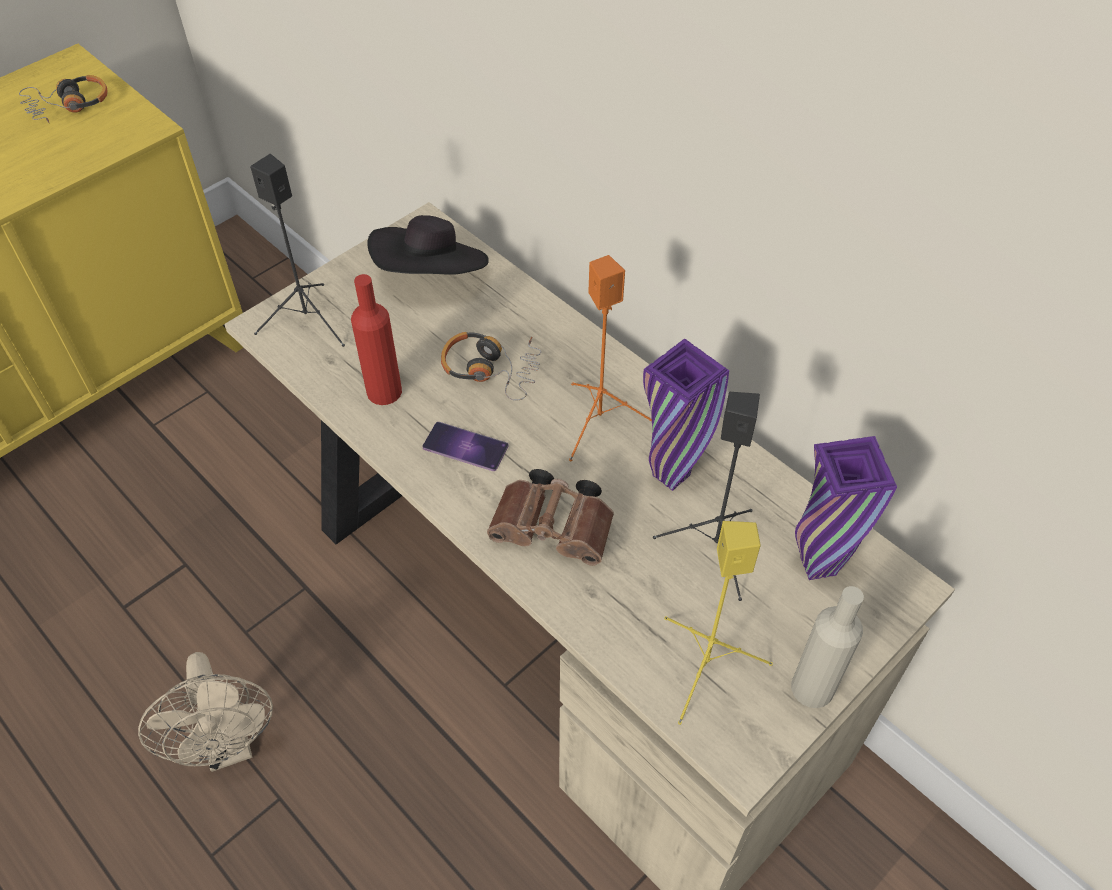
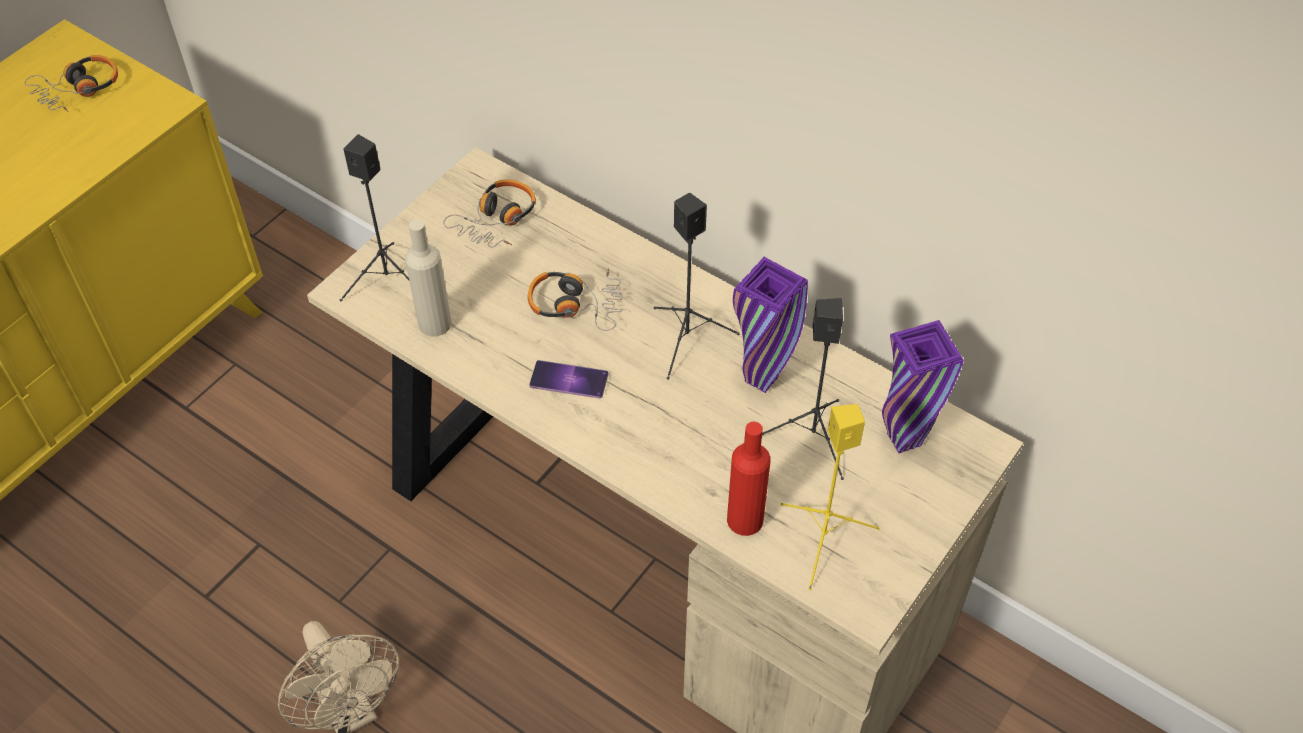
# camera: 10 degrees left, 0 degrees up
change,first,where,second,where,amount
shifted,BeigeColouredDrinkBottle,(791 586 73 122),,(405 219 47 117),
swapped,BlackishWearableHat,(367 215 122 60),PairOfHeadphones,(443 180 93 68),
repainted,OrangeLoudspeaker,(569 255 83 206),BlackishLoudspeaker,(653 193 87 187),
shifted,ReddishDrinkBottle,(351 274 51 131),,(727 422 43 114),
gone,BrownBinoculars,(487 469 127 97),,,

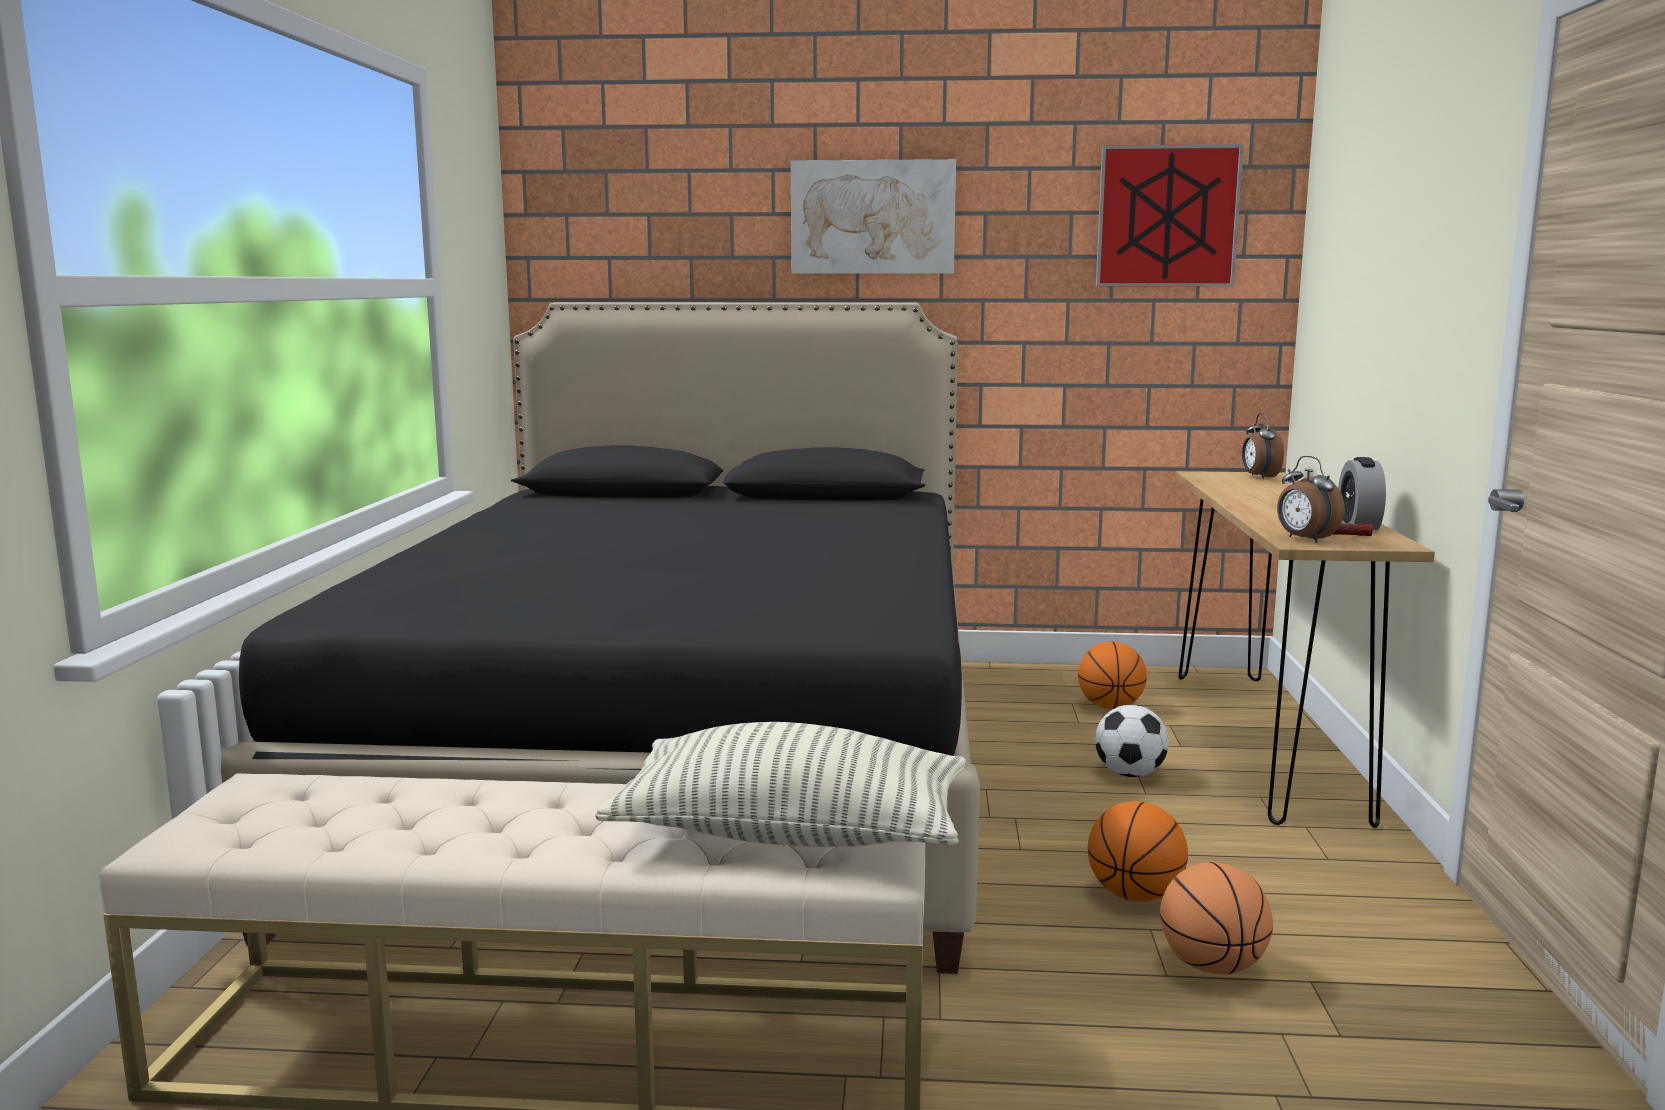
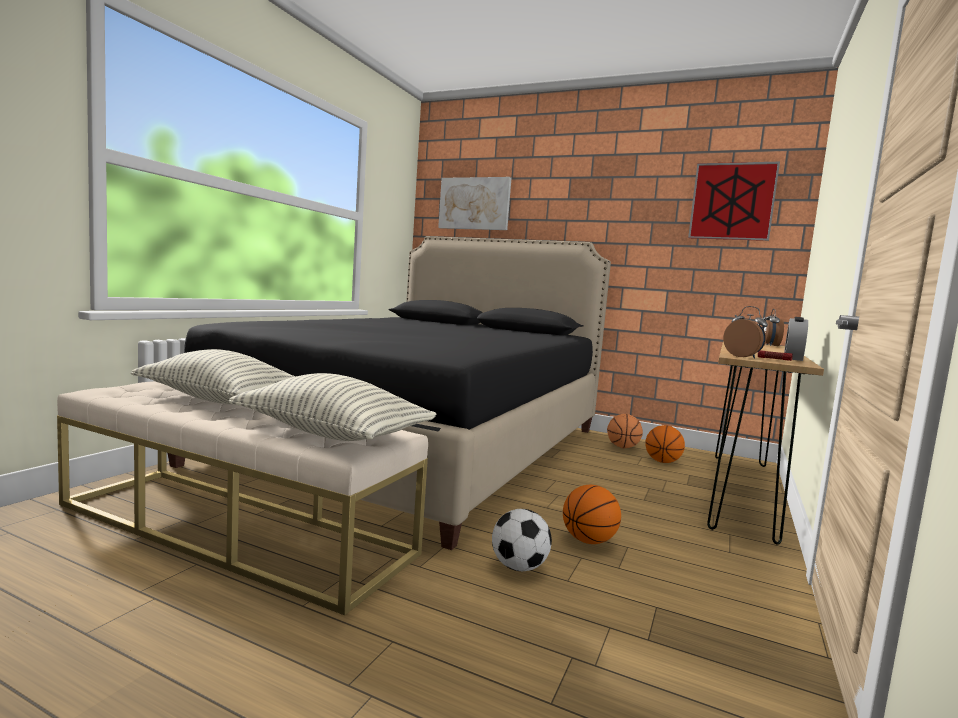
# camera: 20 degrees right, 5 degrees down
change,first,where,second,where,amount
new,,,Pillow,(131 349 165 55),
shifted,WallPicture,(791 159 165 115),,(438 177 73 53),
shifted,Football,(1095 705 74 72),,(492 509 60 62),
shifted,BasketballBall,(1160 862 113 113),,(607 414 36 34),
rotated,BedsideClock,(1277 456 67 87),,(723 306 45 53),150 degrees clockwise

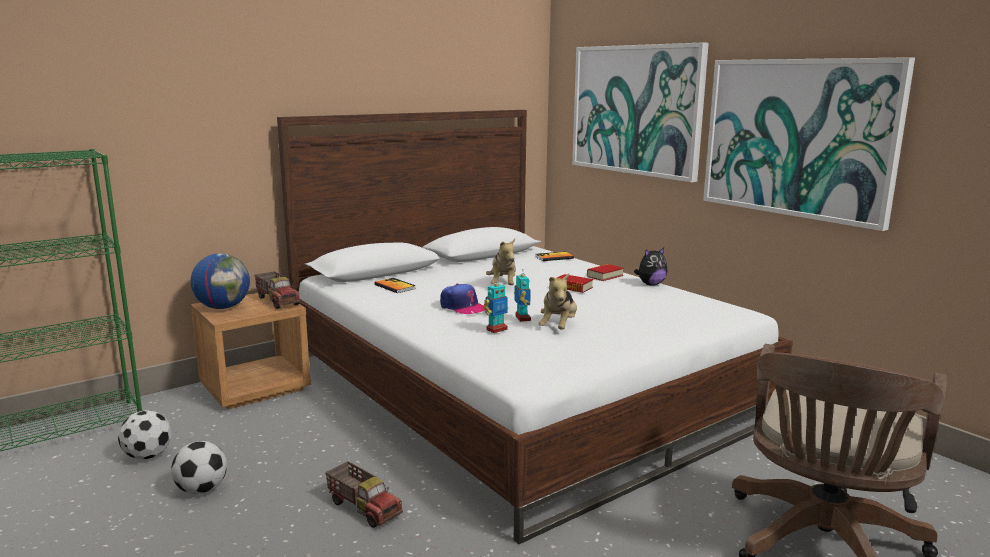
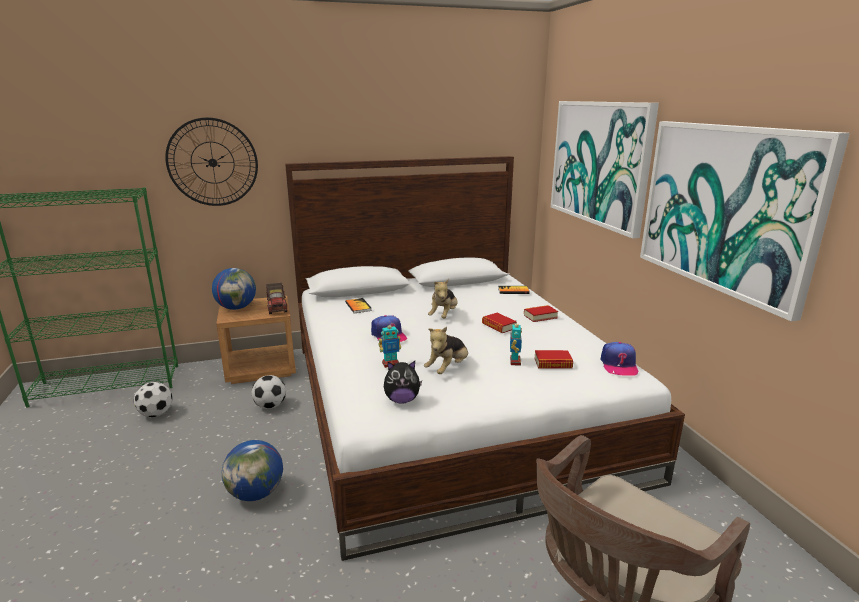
# camera: 20 degrees right, 5 degrees up
change,first,where,second,where,amount
new,,,WallClock,(165 117 93 89),
swapped,ModelTruck,(325 461 78 67),WorldGlobe,(222 440 61 61),
shifted,Football,(171 441 56 54),,(252 375 34 34),
shifted,CuddlyToy,(634 248 33 38),,(384 361 38 43),
shifted,RobotFigure,(514 270 17 52),,(510 324 12 42),
new,,,BoundBook,(534 350 39 19),
new,,,BaseballCap,(600 342 39 34),

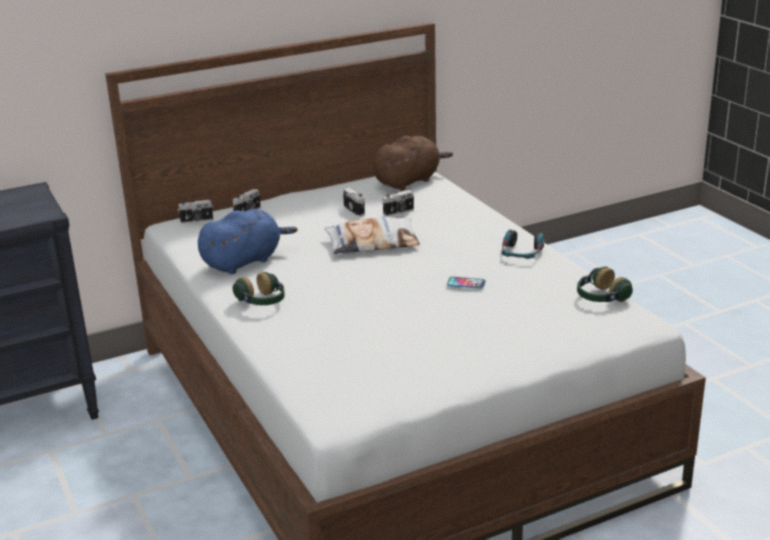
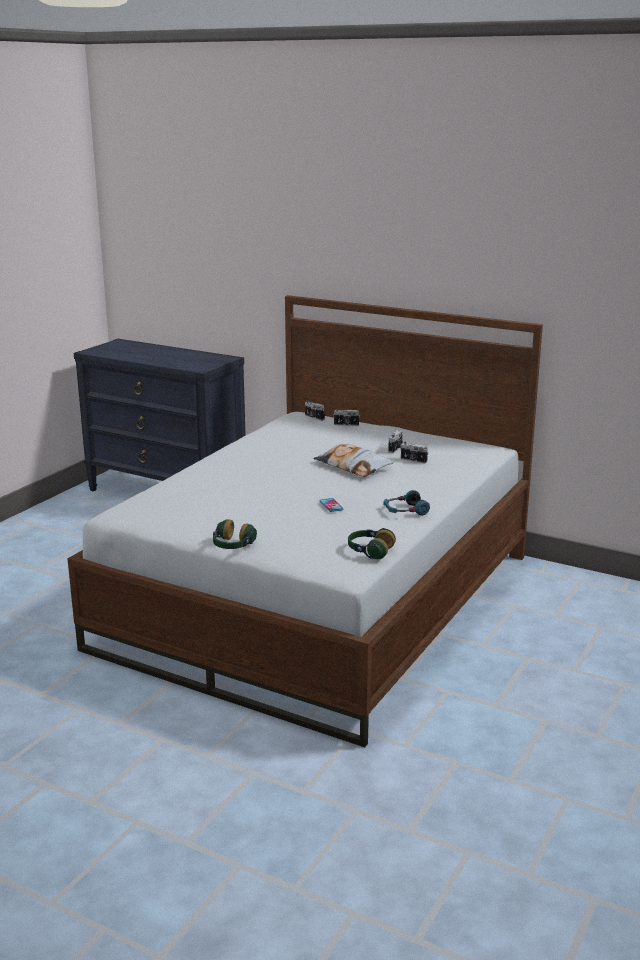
# camera: 55 degrees right, 5 degrees down
change,first,where,second,where,amount
shifted,PairOfHeadphones,(233 272 52 33),,(213 519 44 30),
gone,BluishCuddlyToy,(198 209 99 65),,,
gone,BrownCuddlyToy,(373 136 80 54),,,

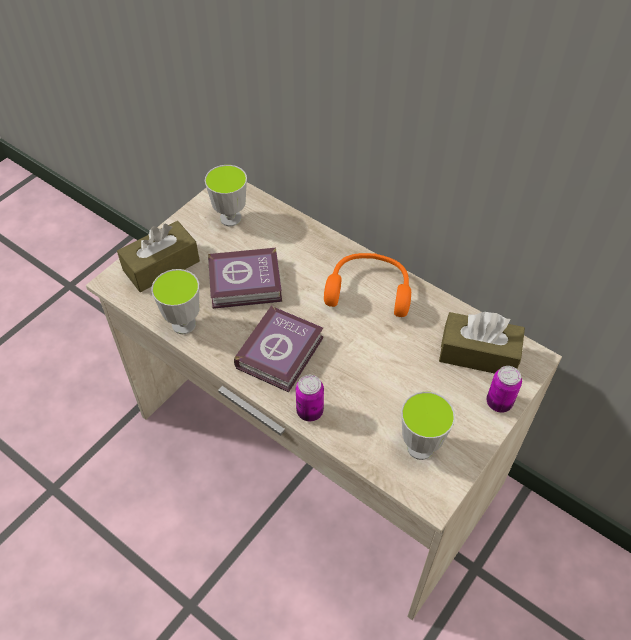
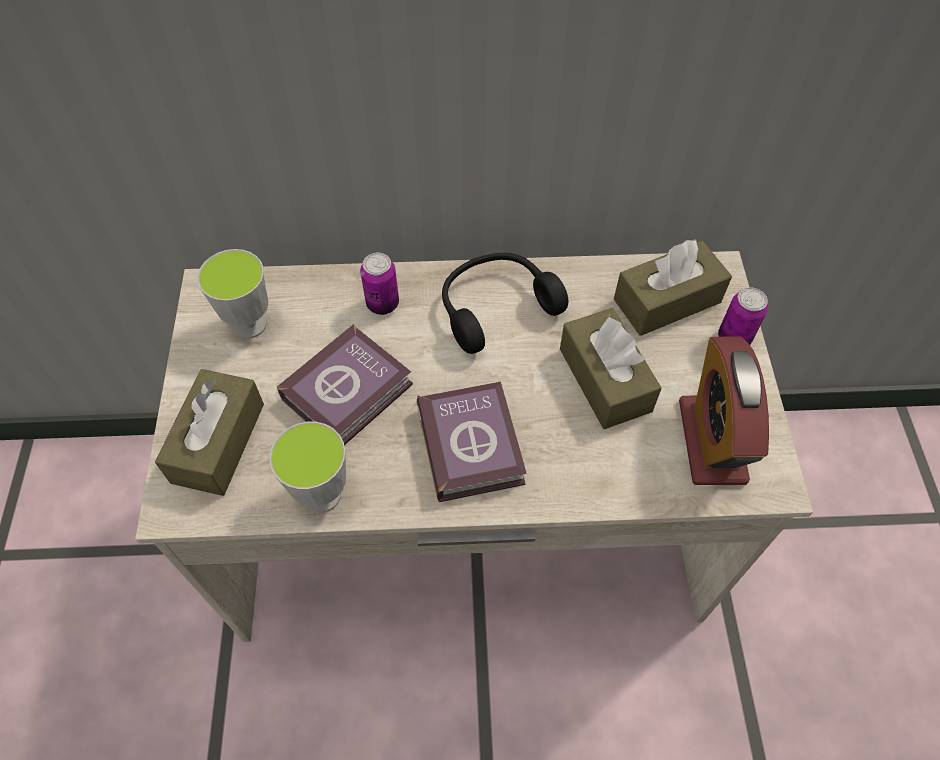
# camera: 40 degrees left, 5 degrees up
change,first,where,second,where,amount
shifted,SealedCan,(296 375 28 46),,(360 253 39 62),
repainted,OrangePairOfHeadphones,(324 253 87 64),BlackishPairOfHeadphones,(442 253 126 101),
new,,,BrownTissueHolder,(560 308 102 121),
swapped,Cup,(401 391 54 69),BedsideClock,(679 337 90 148),

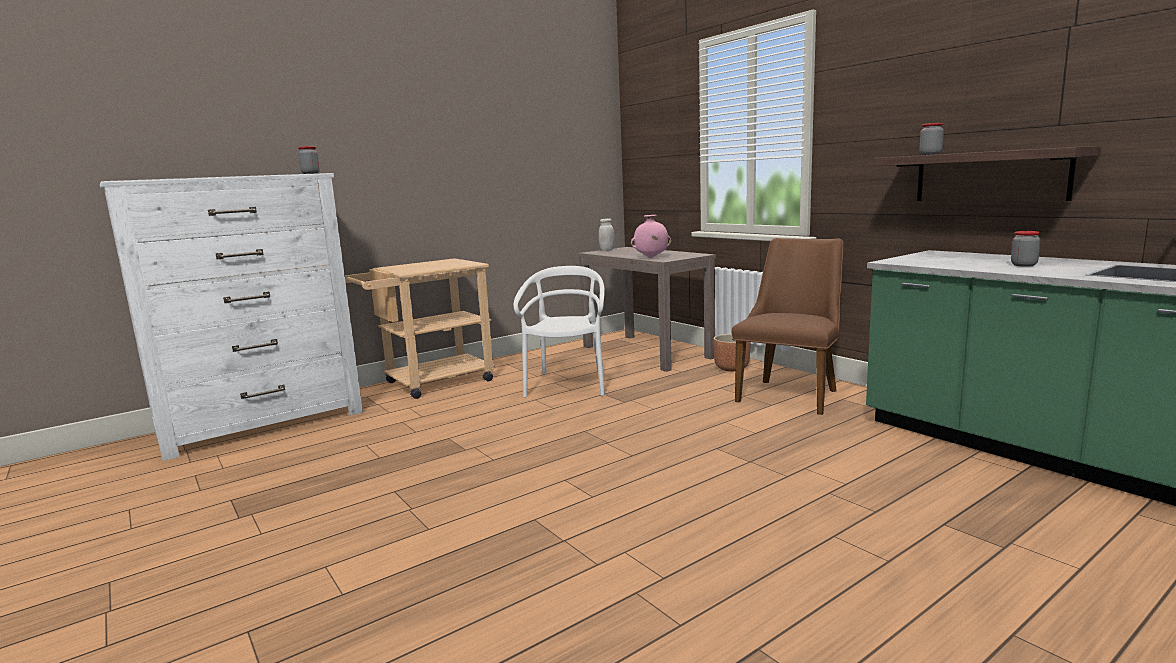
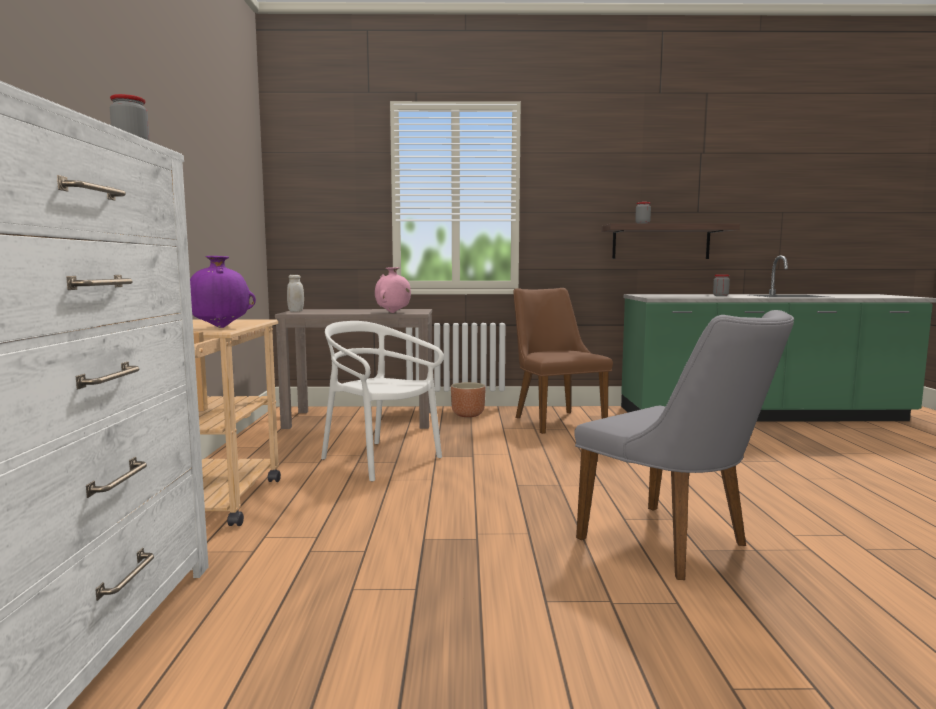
# camera: 55 degrees left, 5 degrees down
change,first,where,second,where,amount
new,,,PurpleColouredFlowerVase,(190 256 66 72),
new,,,GreyishPlainChair,(574 310 220 270),

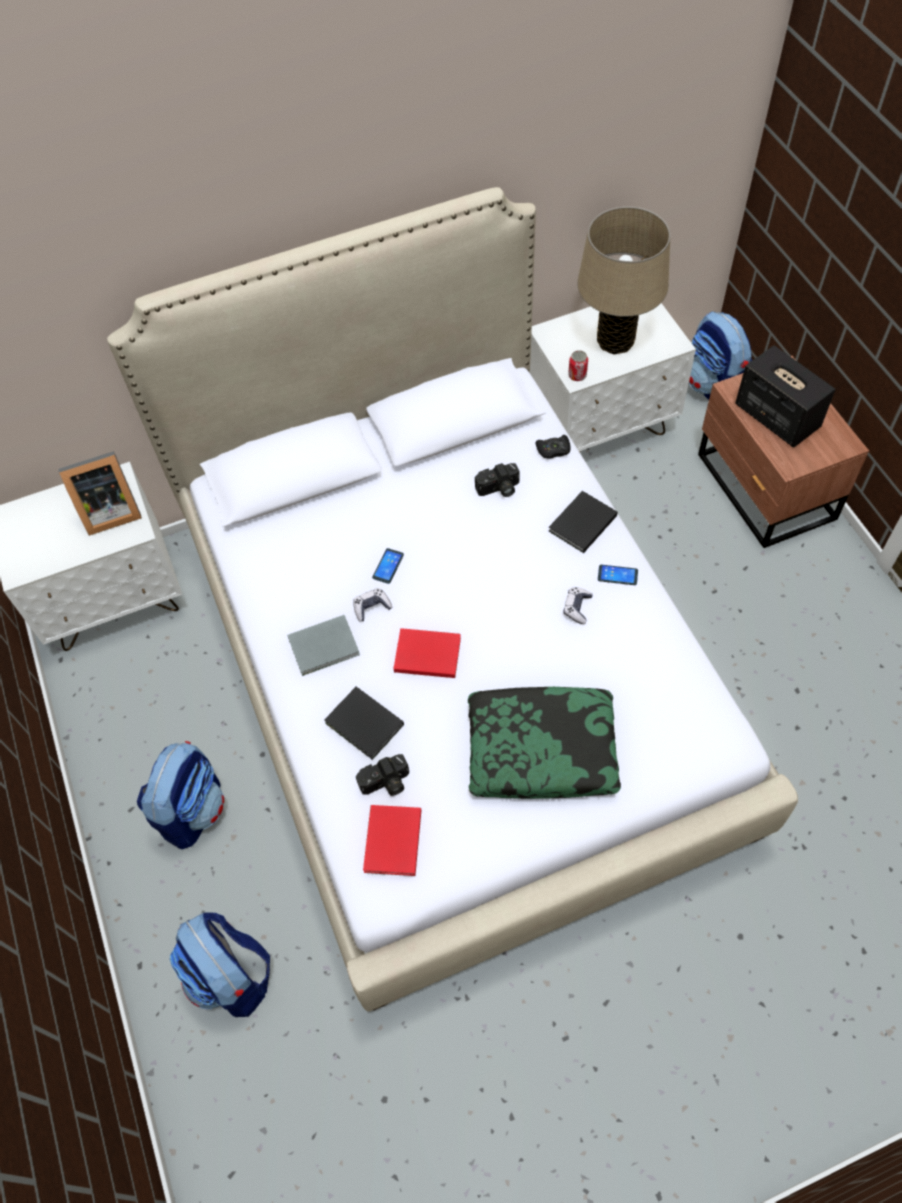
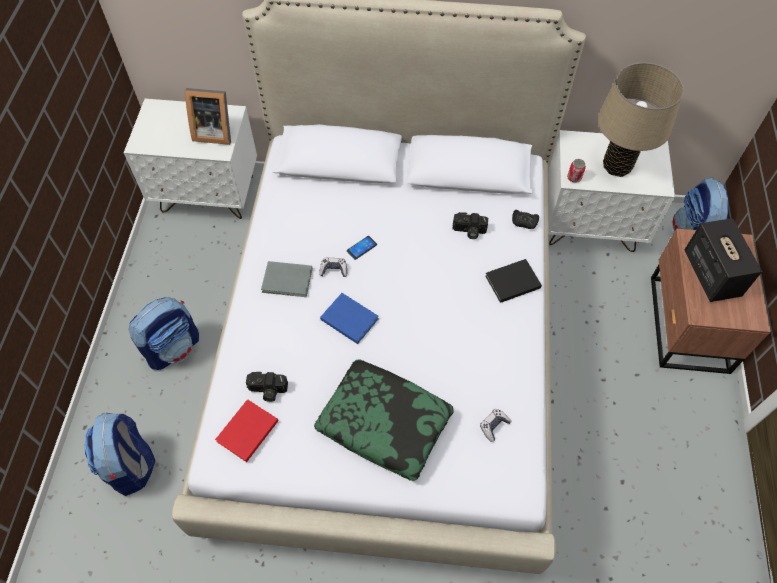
# camera: 25 degrees right, 0 degrees up
change,first,where,second,where,amount
repainted,ReddishBoundBook,(393 628 68 50),BluishBoundBook,(320 293 59 51),
shifted,Gamepad,(563 587 30 37),,(480 409 31 33),
gone,BlackishBoundBook,(324 686 80 74),,,
gone,Telephone,(598 565 40 20),,,

